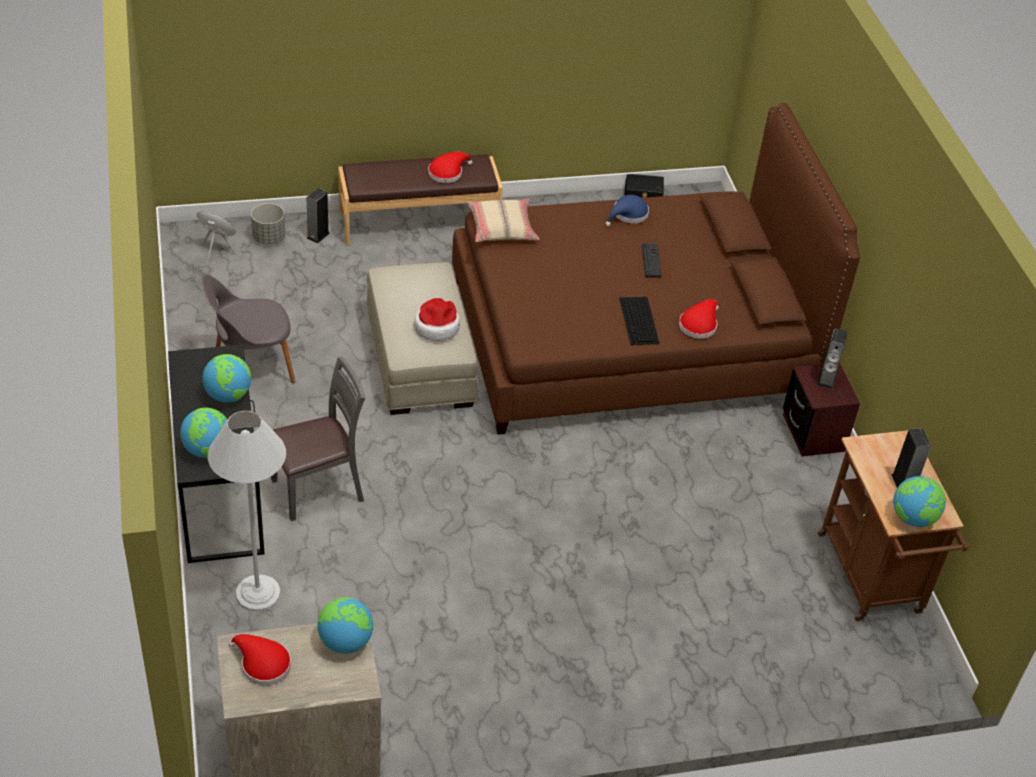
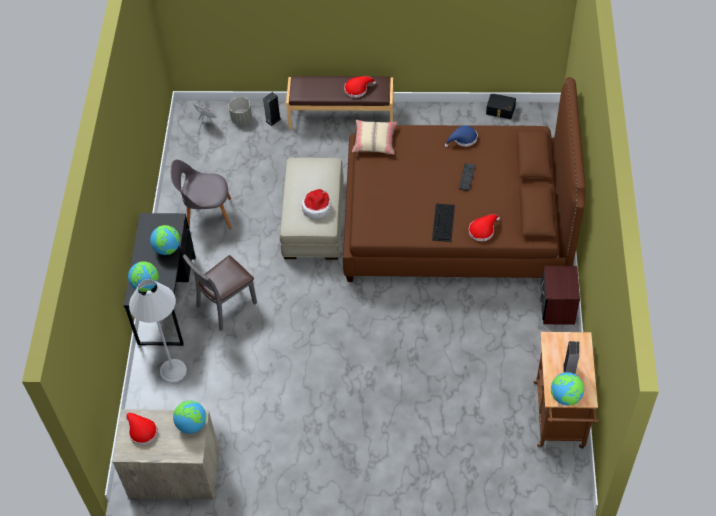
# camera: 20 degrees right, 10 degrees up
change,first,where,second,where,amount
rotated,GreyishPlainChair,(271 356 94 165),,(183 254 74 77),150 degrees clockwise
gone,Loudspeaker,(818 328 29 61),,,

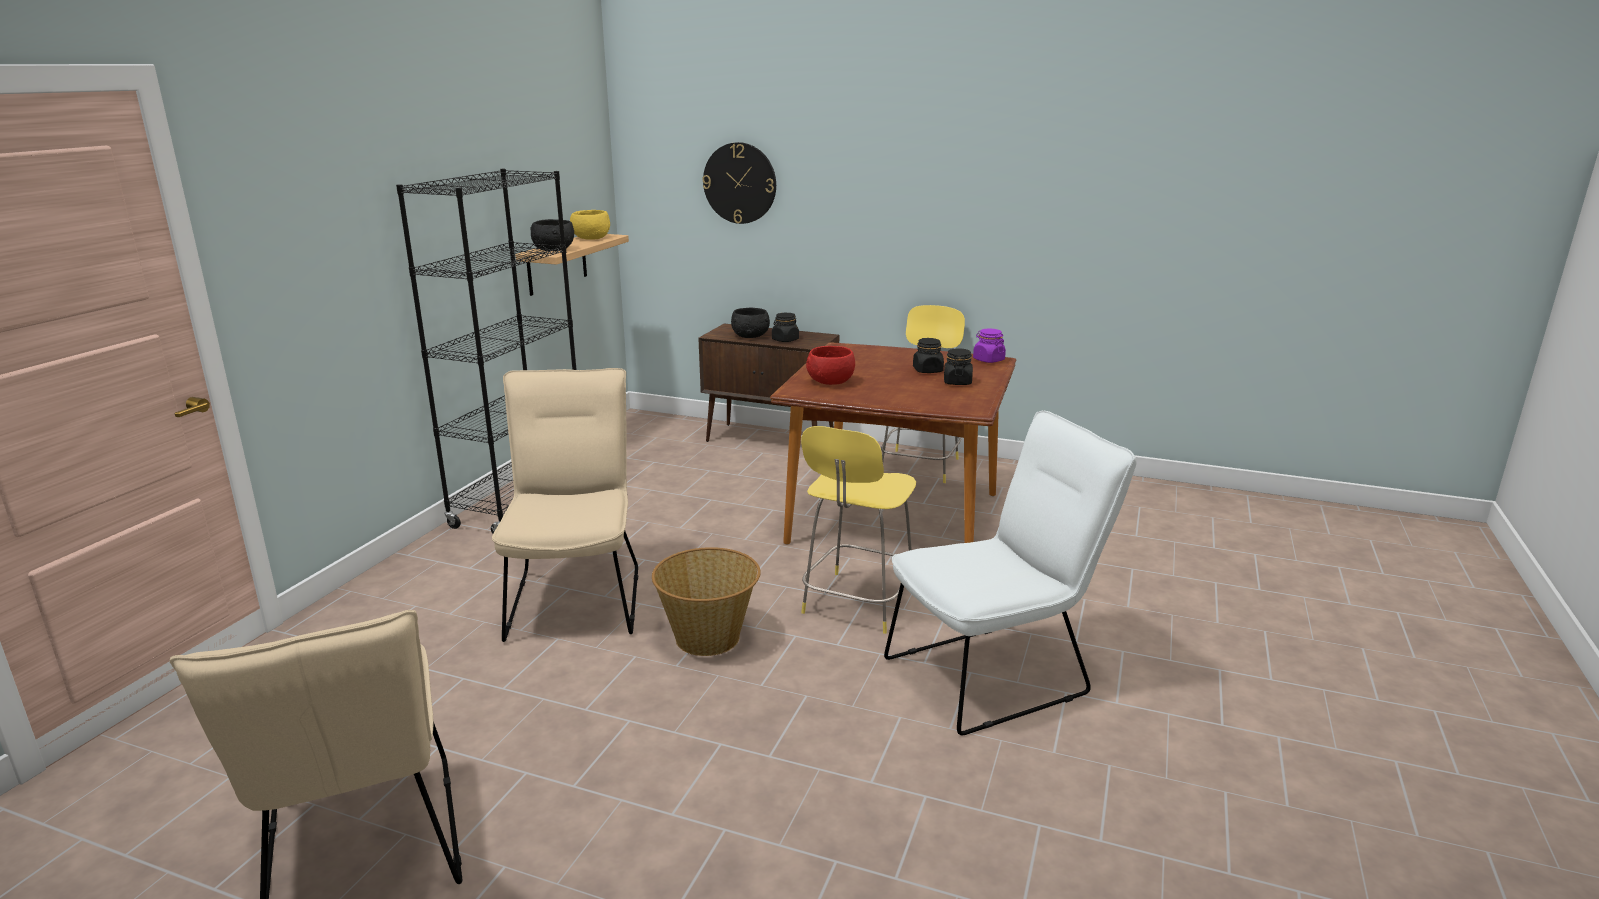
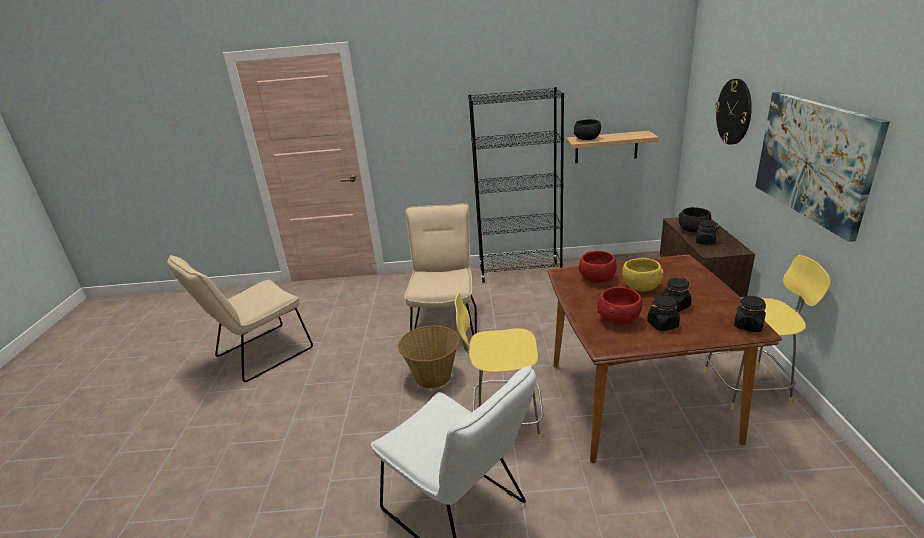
# camera: 70 degrees right, 5 degrees up
change,first,where,second,where,amount
rotated,BeigeColouredPlainChair,(492 368 146 274),,(404 203 73 132),60 degrees counterclockwise
new,,,ReddishServingBowl,(597 287 45 38),
shifted,YellowishServingBowl,(570 210 40 30),,(622 258 41 33),
repainted,PurpleColouredPreserveJar,(973 328 33 35),BlackishPreserveJar,(734 296 32 36),
new,,,WallPicture,(755 92 135 150),

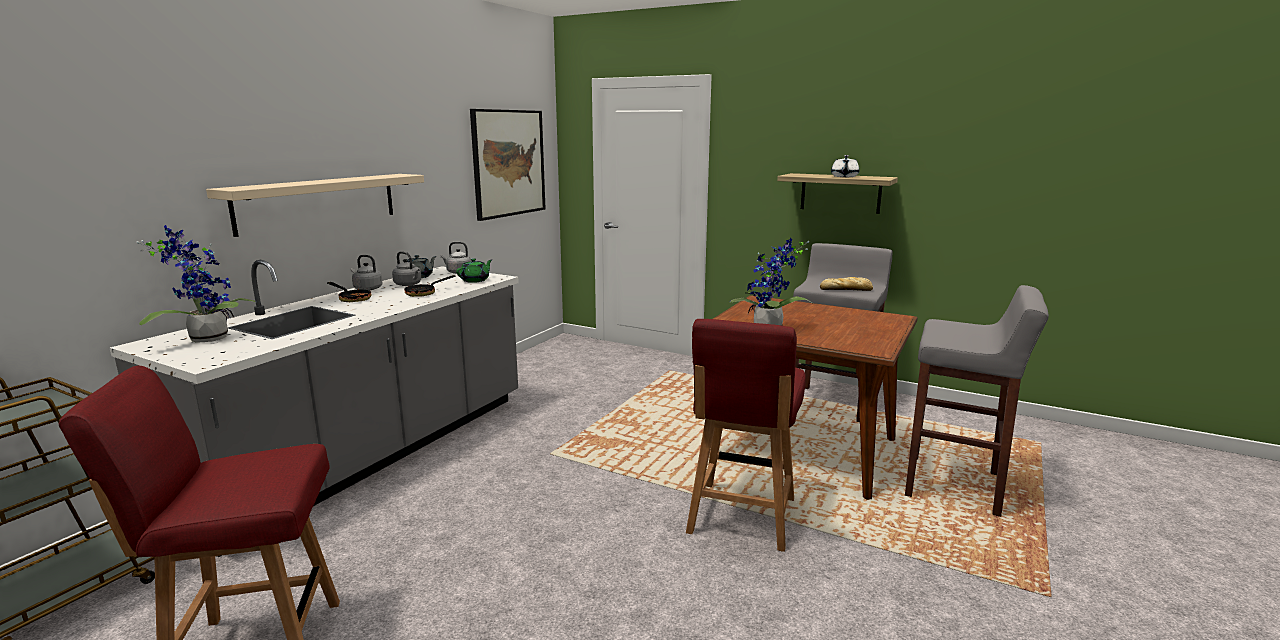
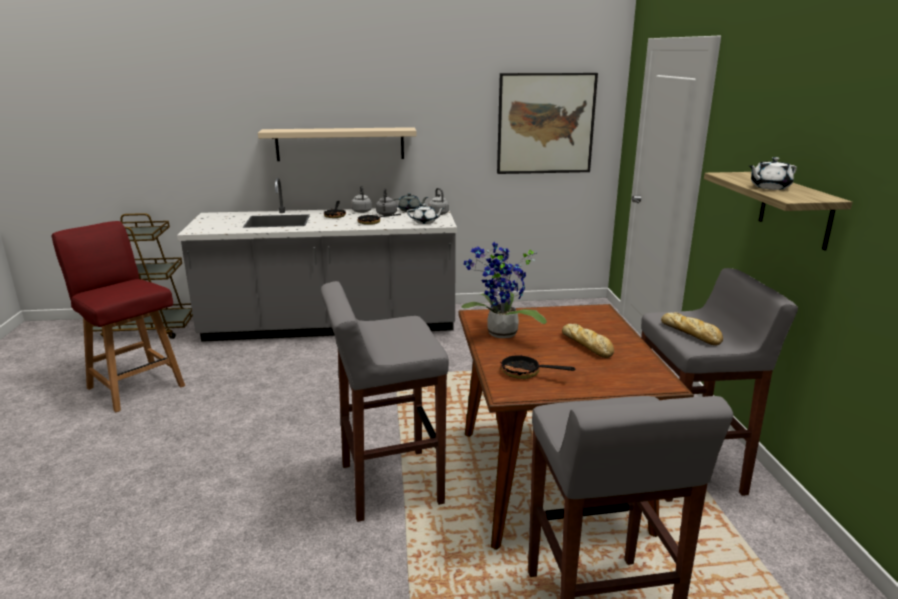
# camera: 55 degrees right, 5 degrees up
change,first,where,second,where,amount
swapped,ReddishPlainChair,(686 319 120 233),GreyishStool,(321 281 128 241),
repainted,GreenPotForTea,(456 258 36 25),WhitishPotForTea,(407 204 37 20),
new,,,Pan,(500 355 75 24),
new,,,Bread,(562 323 52 35),
gone,PottedPlant,(136 225 120 117),,,

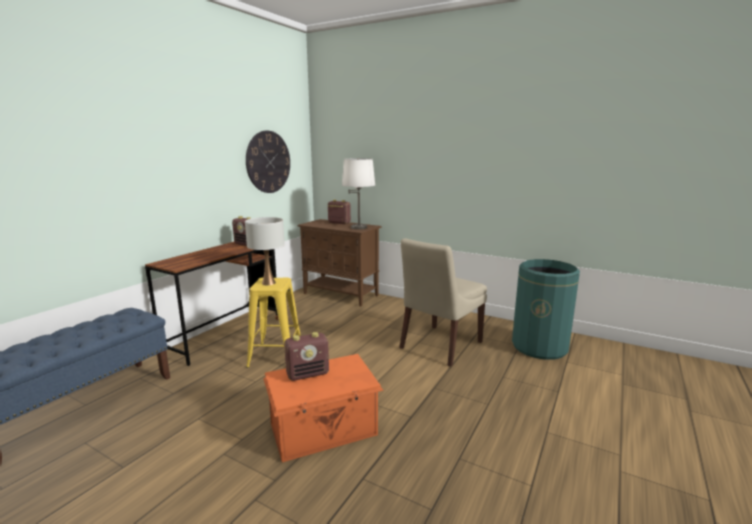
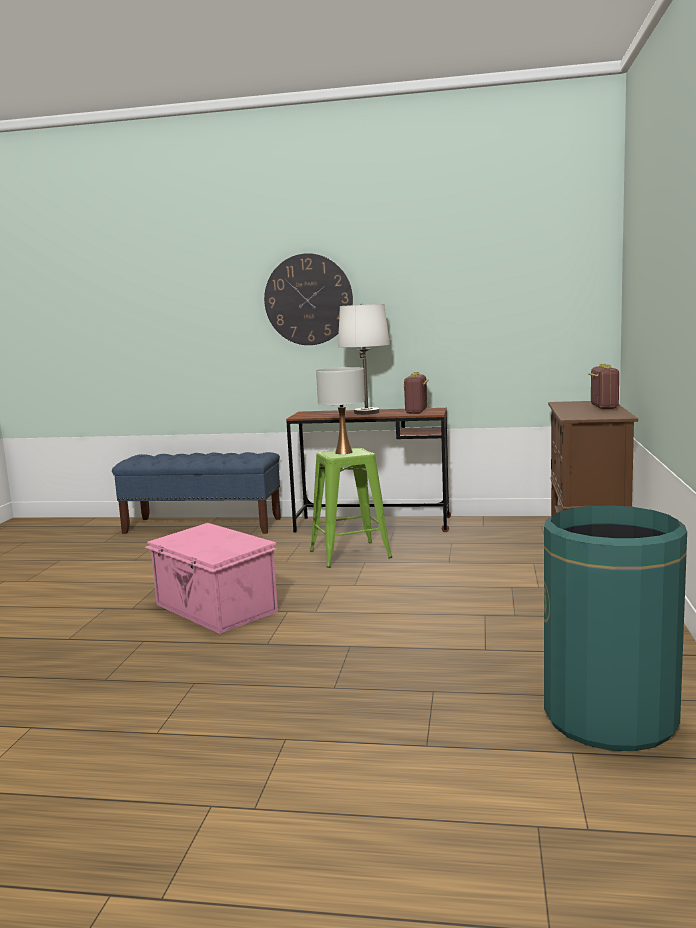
# camera: 70 degrees right, 5 degrees down
change,first,where,second,where,amount
repainted,OrangeStorageBin,(263 354 120 108),PinkishStorageBin,(144 523 134 111),
shifted,WallClock,(246 131 44 62),,(264 253 89 92),
repainted,YellowishStool,(246 277 55 91),GreenStool,(310 448 82 120),
shifted,WhitishTableLamp,(342 158 33 72),,(338 303 52 112),
gone,RadioReceiver,(284 332 45 49),,,
gone,BeigeColouredPlainChair,(399 238 88 129),,,

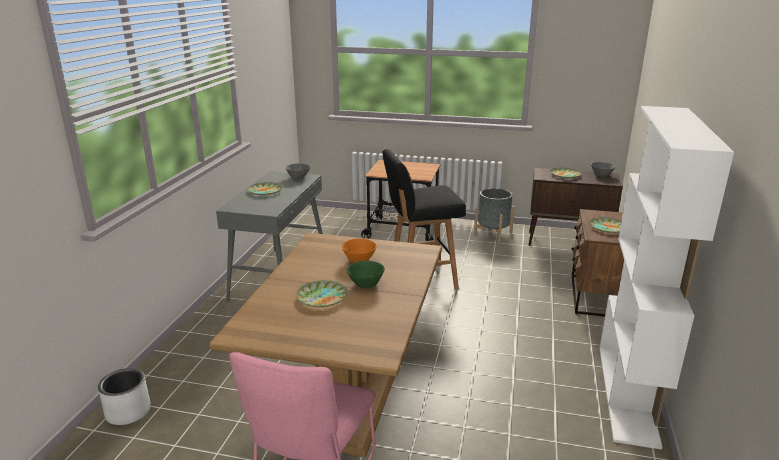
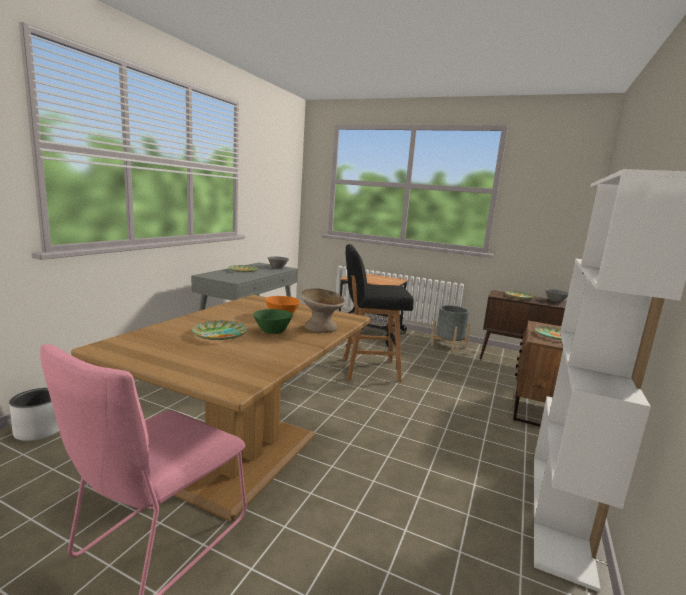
# camera: 10 degrees right, 10 degrees down
change,first,where,second,where,amount
new,,,BeigeColouredServingBowl,(300 288 46 45),

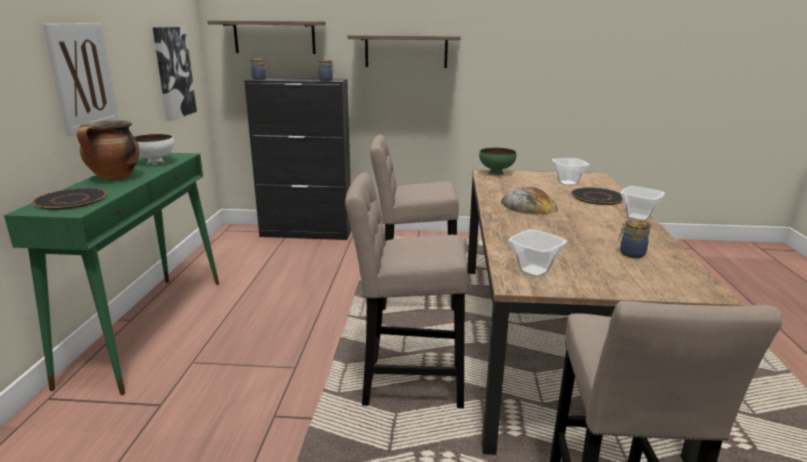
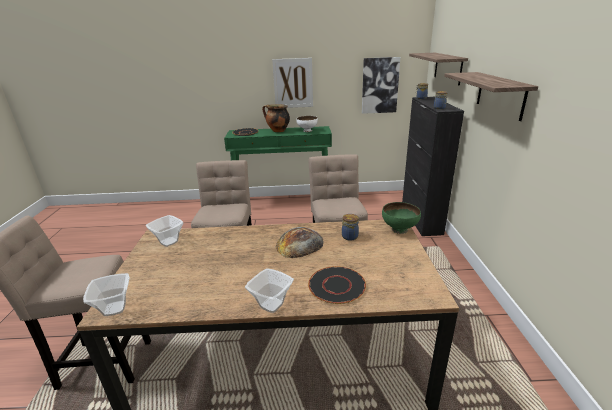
# camera: 85 degrees right, 5 degrees up
change,first,where,second,where,amount
shifted,ServingBowl,(552 158 38 28),,(83 273 47 43),
shifted,PreserveJar,(618 219 33 39),,(342 214 17 27),

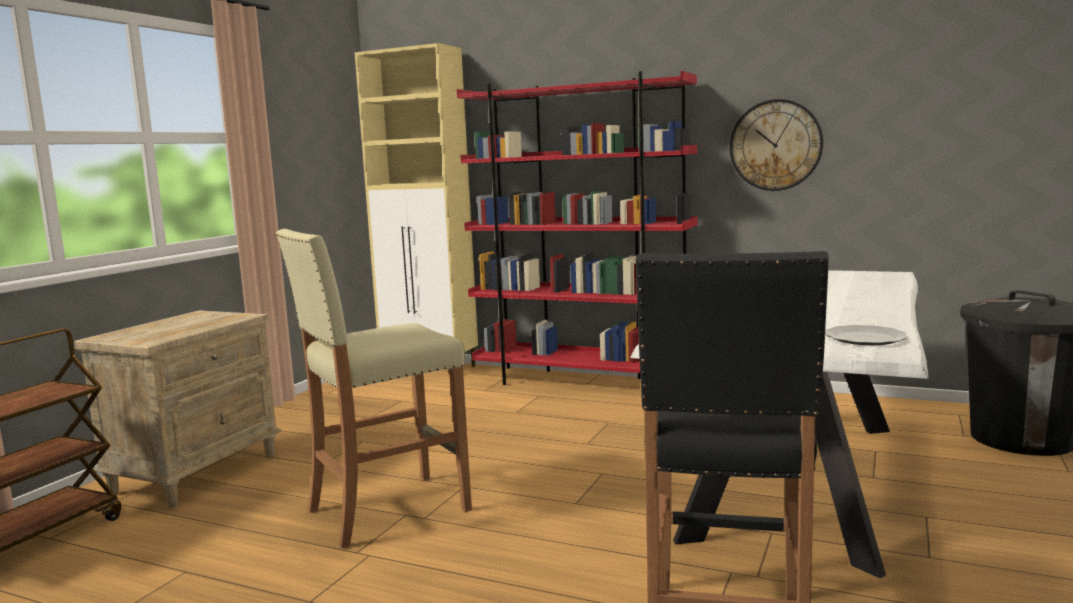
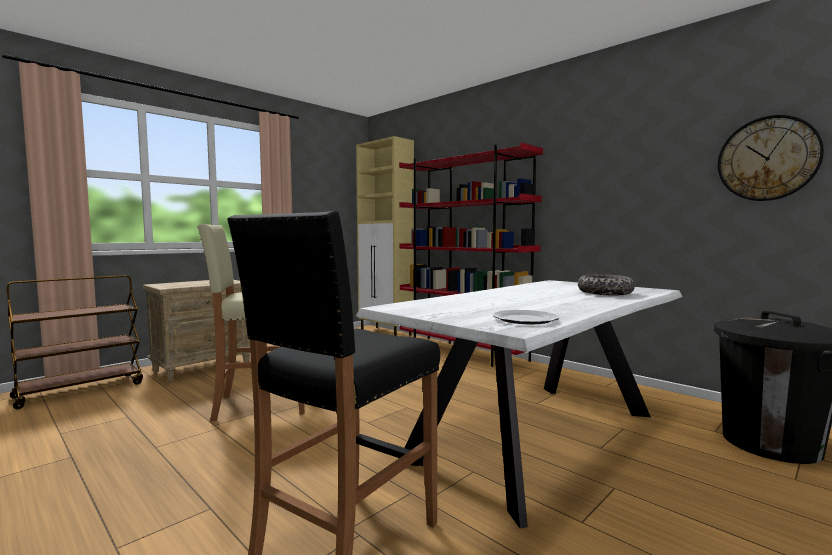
# camera: 20 degrees right, 5 degrees down
change,first,where,second,where,amount
new,,,ServingBowl,(578 274 57 21),
shifted,WallClock,(730 99 93 92),,(718 115 106 86),

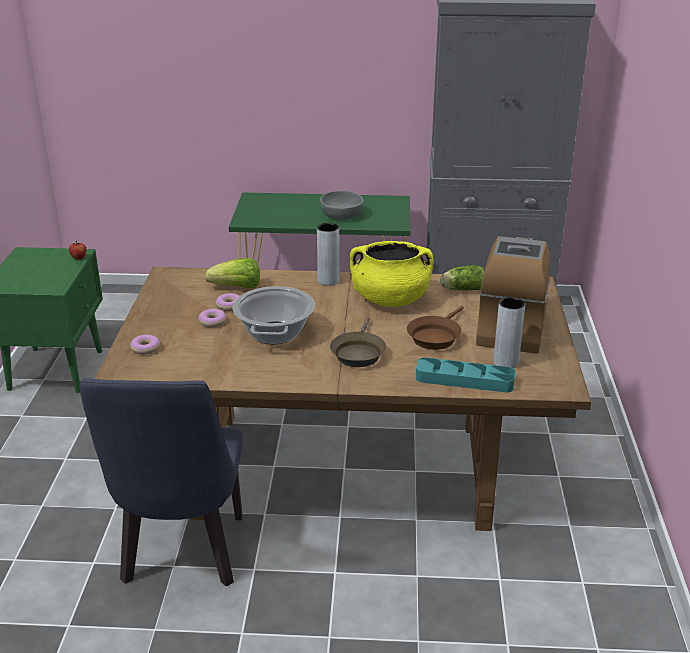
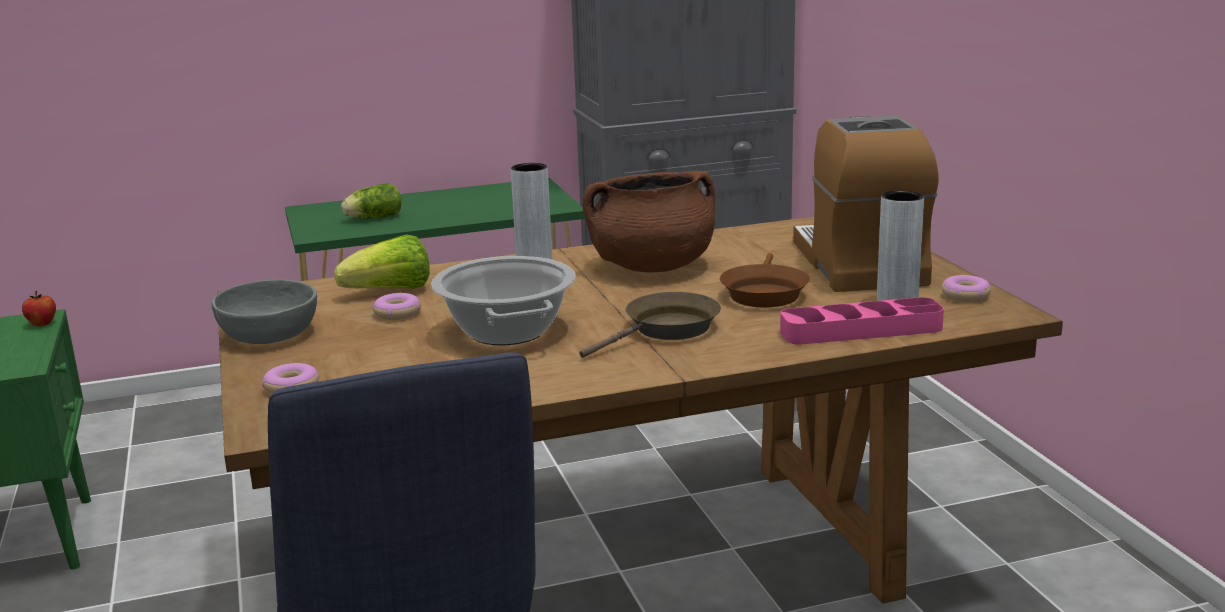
# camera: 20 degrees left, 10 degrees down
change,first,where,second,where,amount
shifted,GreyishServingBowl,(320 191 44 29),,(211 279 106 65),
shifted,LettuceHead,(440 265 44 26),,(341 183 60 36),
rotated,BrownPan,(330 317 56 50),,(579 292 142 66),120 degrees counterclockwise
repainted,YellowishSaucepot,(349 241 85 66),BrownSaucepot,(582 171 133 101),
repainted,BlueGreenServingTray,(416 357 99 36),PinkishServingTray,(780 297 164 48),
shifted,RingDoughnut,(198 309 28 18),,(941 275 50 27),

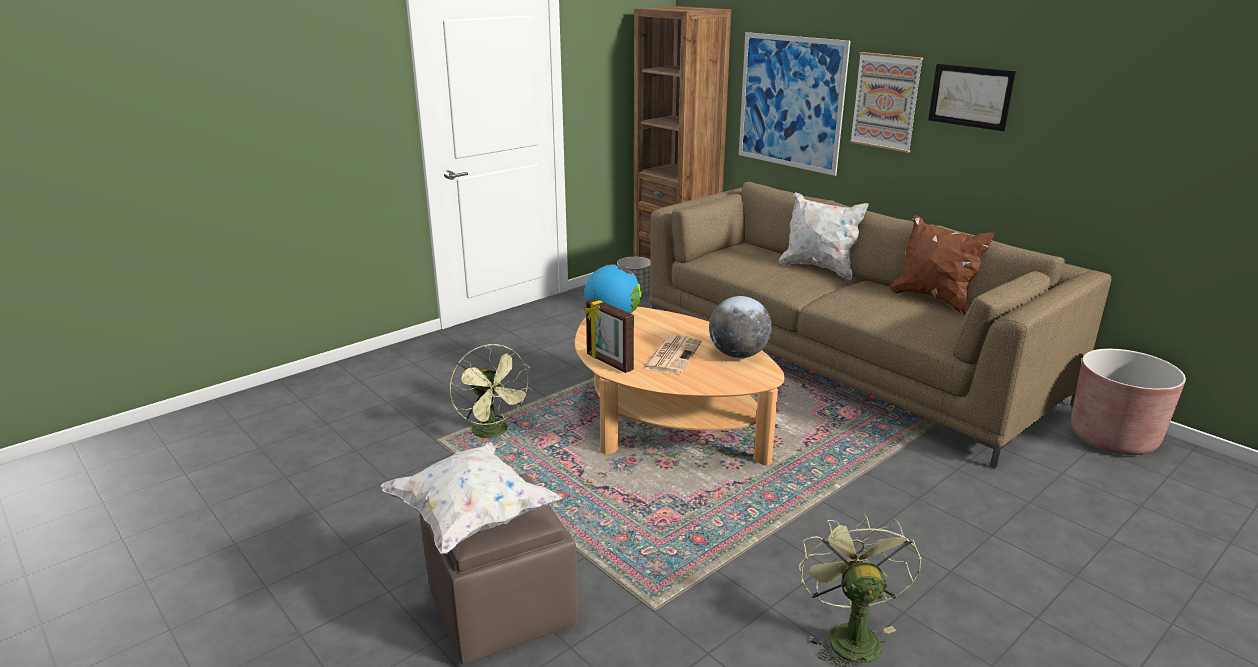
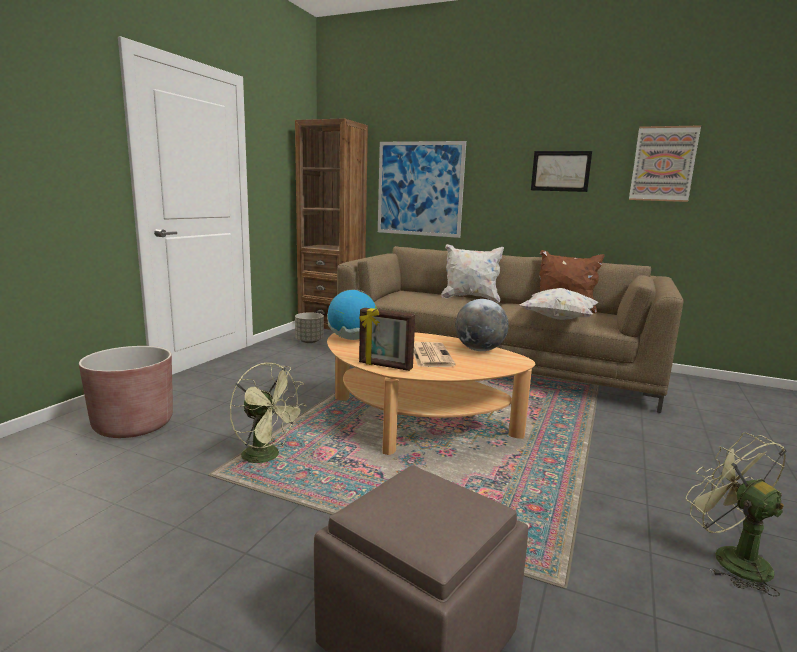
# camera: 25 degrees left, 10 degrees down
change,first,where,second,where,amount
shifted,BrownPlantPot,(1071 349 115 106),,(79 346 94 92),
shifted,WhitishPillow,(381 442 181 112),,(519 288 80 32),
shifted,WallPicture,(850 52 73 101),,(629 125 72 77),

